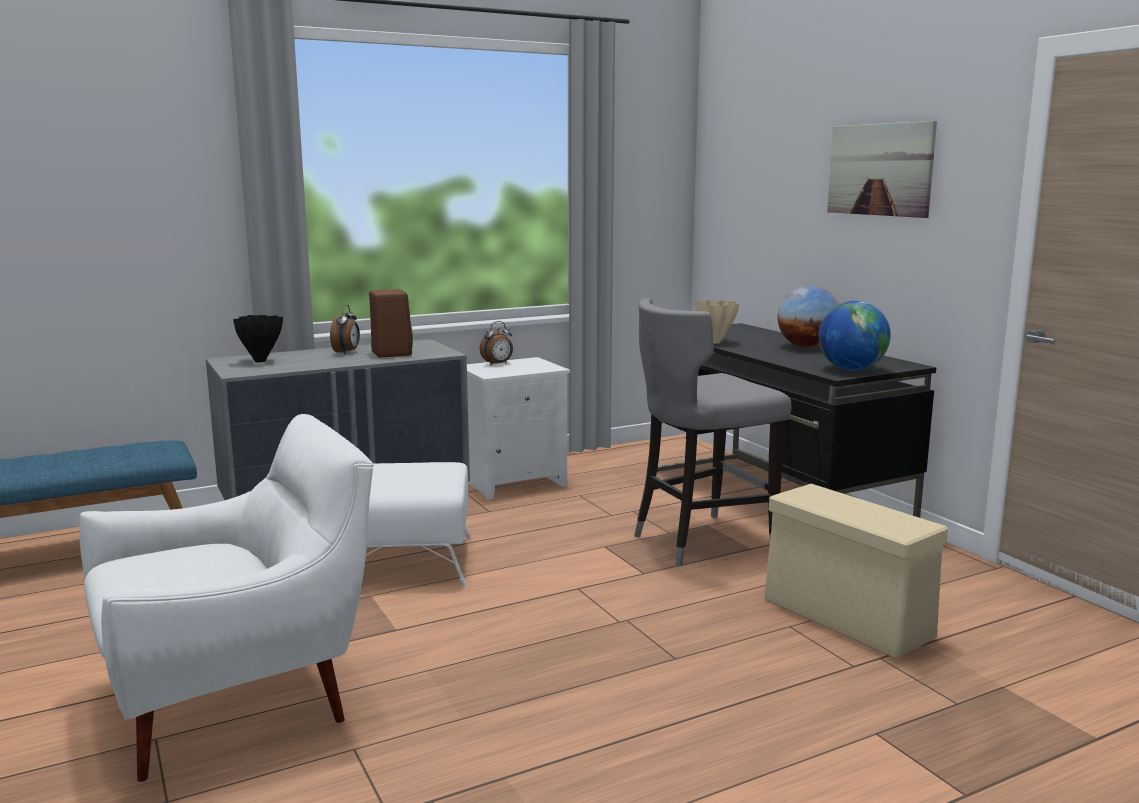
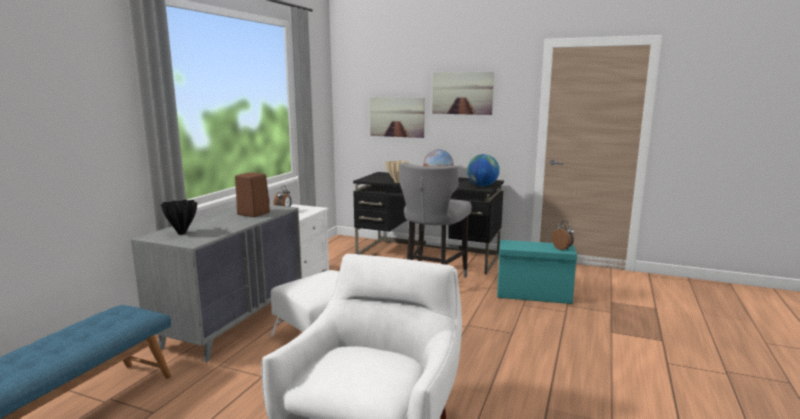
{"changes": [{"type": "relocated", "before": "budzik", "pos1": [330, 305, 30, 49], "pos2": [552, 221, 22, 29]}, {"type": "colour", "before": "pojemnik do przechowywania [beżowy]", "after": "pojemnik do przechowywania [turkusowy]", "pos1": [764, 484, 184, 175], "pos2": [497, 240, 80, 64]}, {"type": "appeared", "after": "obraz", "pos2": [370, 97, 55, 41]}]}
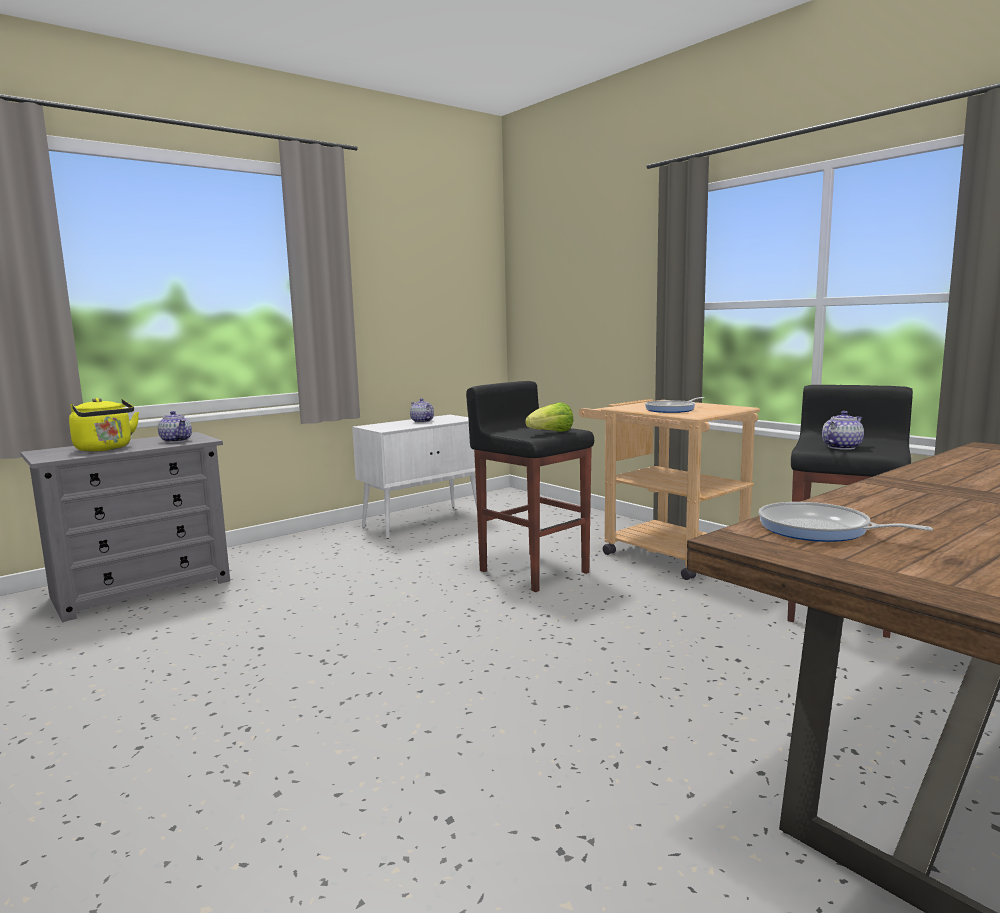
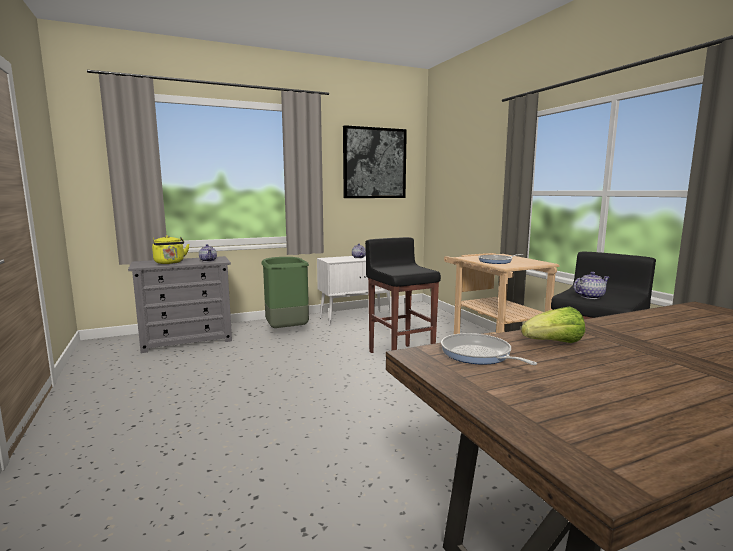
{"changes": [{"type": "relocated", "before": "sałata", "pos1": [525, 402, 48, 30], "pos2": [521, 306, 64, 37]}, {"type": "appeared", "after": "obraz", "pos2": [343, 125, 64, 73]}, {"type": "appeared", "after": "kosz na śmieci [zielony]", "pos2": [261, 257, 48, 71]}]}
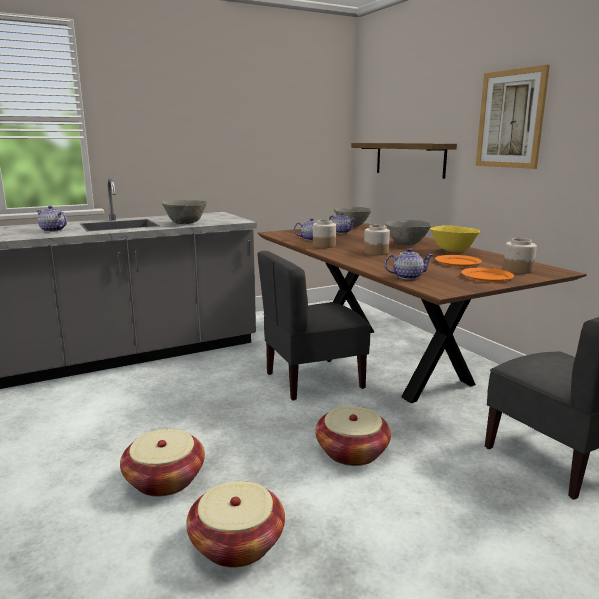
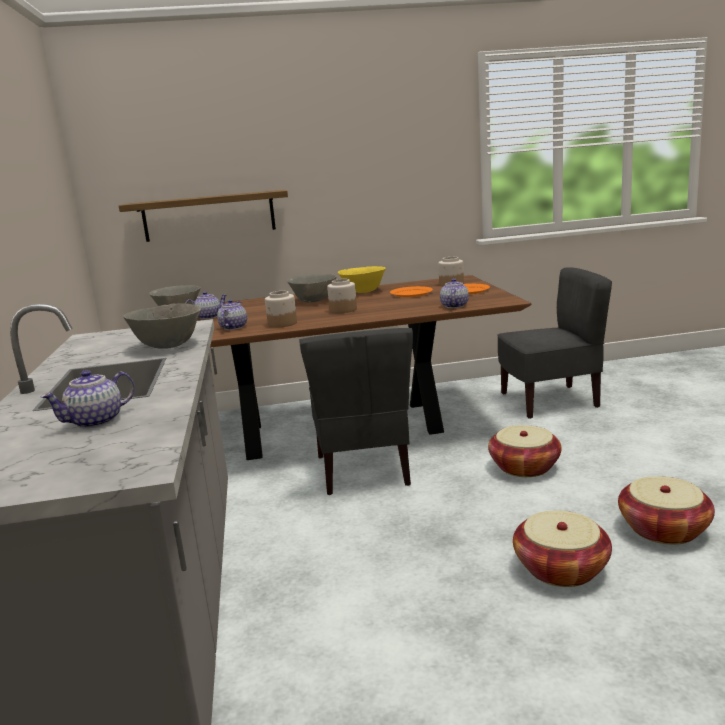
{"changes": [{"type": "missing", "before": "obraz", "pos1": [476, 65, 74, 104]}]}
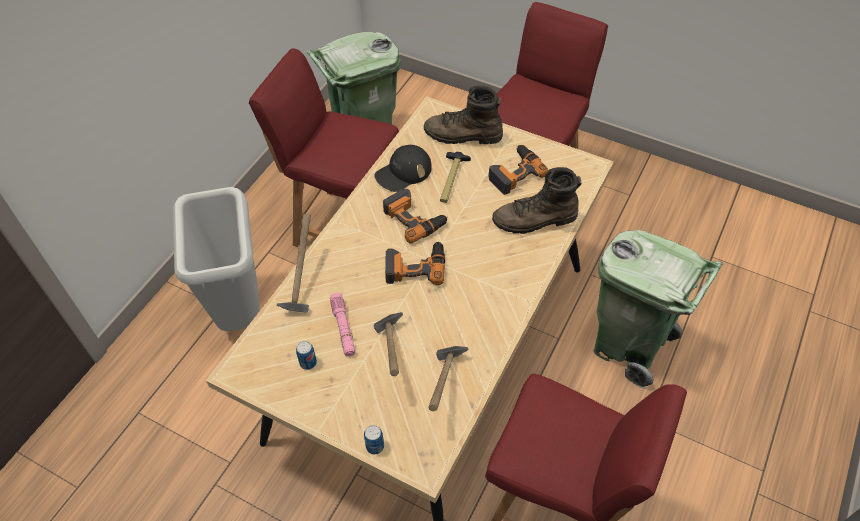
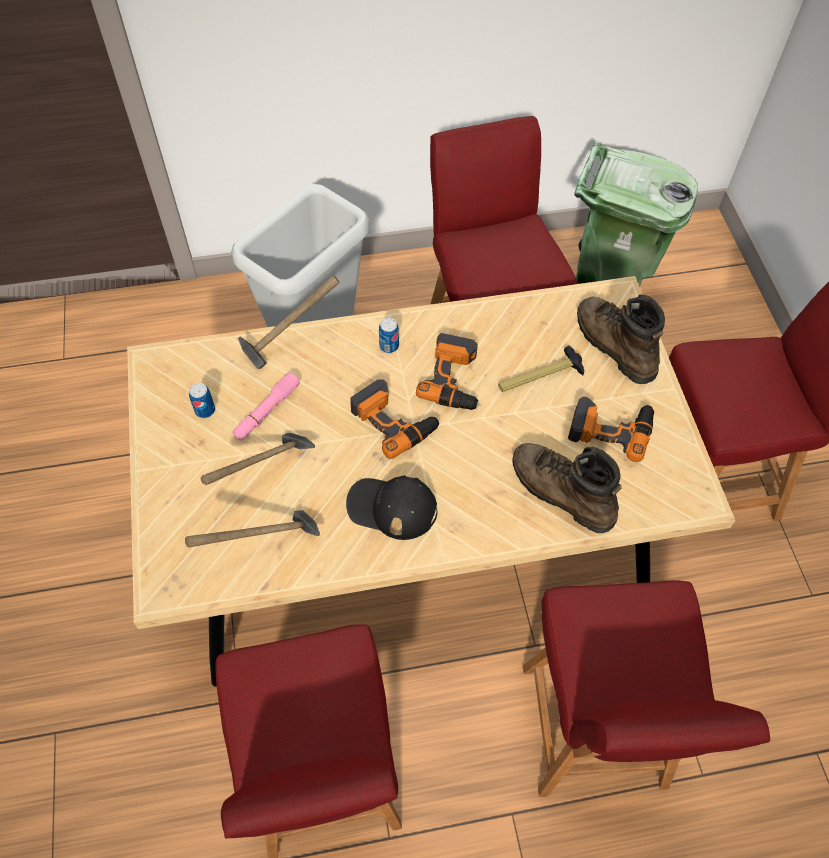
{"changes": [{"type": "relocated", "before": "czapka z daszkiem [czarny]", "pos1": [374, 145, 58, 47], "pos2": [346, 475, 92, 65]}, {"type": "exchanged", "before": "kosz na śmieci [zielony]", "after": "krzesło [czerwony]", "pos1": [593, 230, 130, 159], "pos2": [523, 580, 247, 217]}, {"type": "relocated", "before": "puszka", "pos1": [364, 425, 20, 29], "pos2": [379, 318, 20, 35]}]}
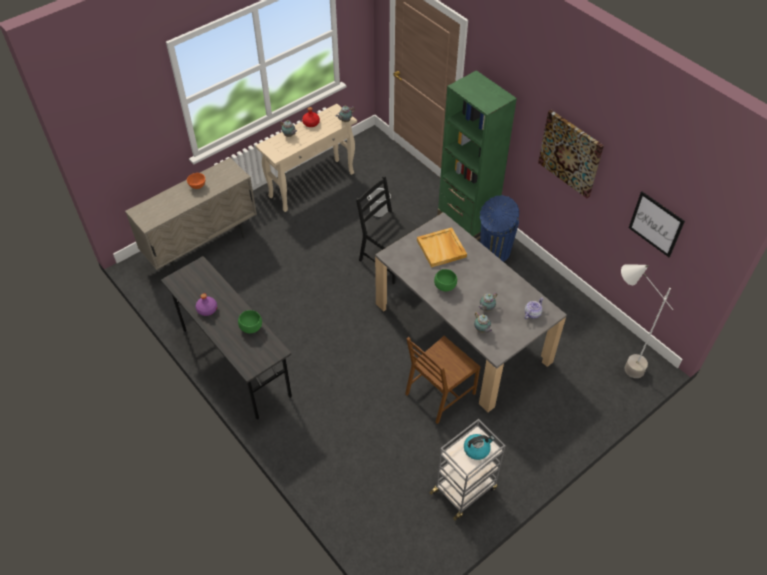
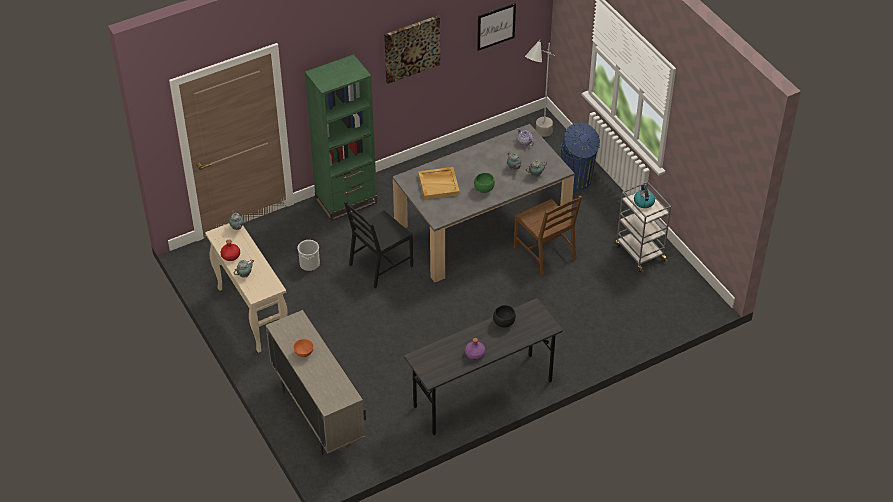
{"changes": [{"type": "relocated", "before": "kosz na śmieci [niebieski]", "pos1": [480, 195, 39, 67], "pos2": [561, 122, 39, 68]}, {"type": "colour", "before": "miska [zielony]", "after": "miska [czarny]", "pos1": [238, 310, 24, 23], "pos2": [493, 305, 23, 23]}]}
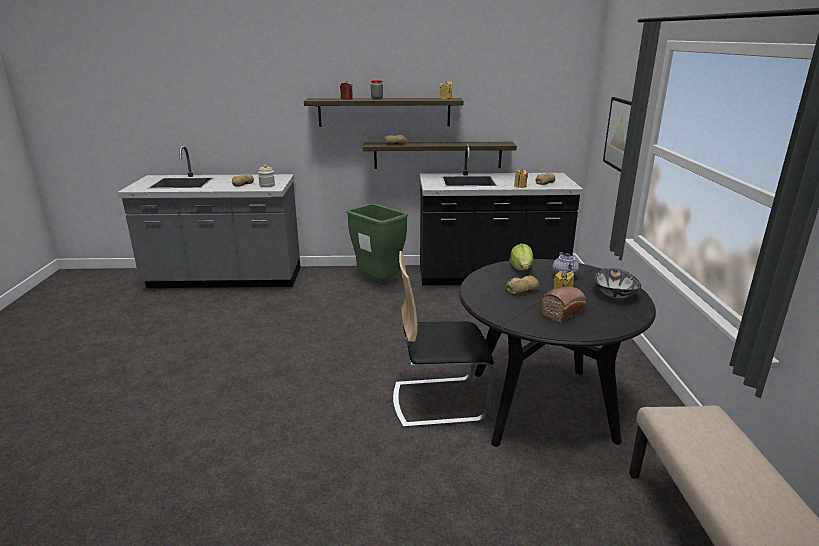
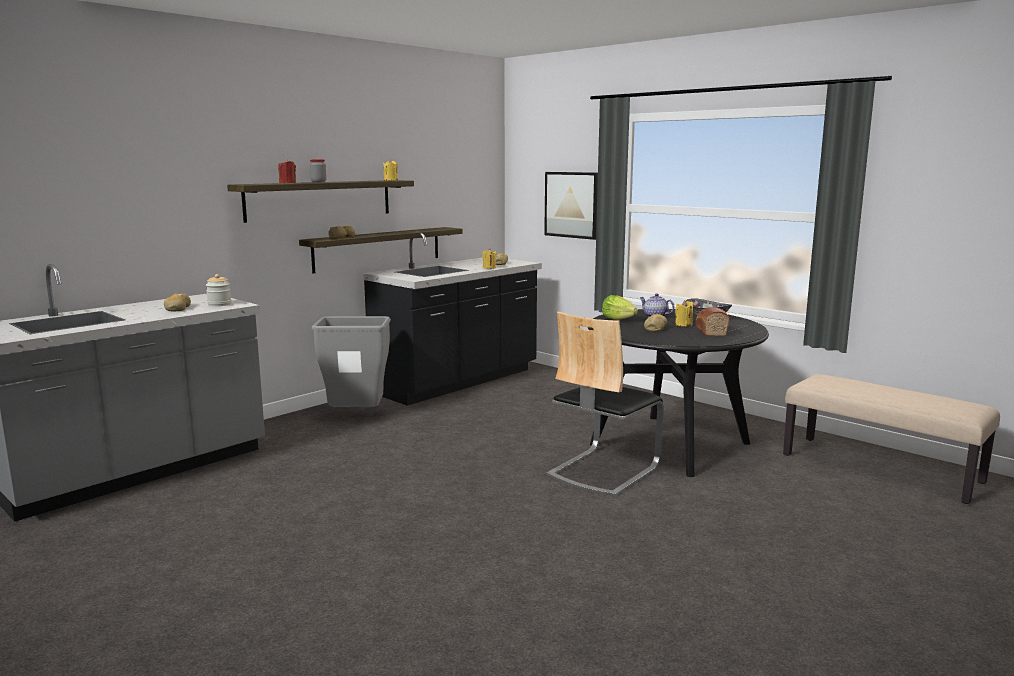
{"changes": [{"type": "colour", "before": "kosz na śmieci [zielony]", "after": "kosz na śmieci [szary]", "pos1": [346, 203, 62, 77], "pos2": [312, 316, 79, 91]}]}
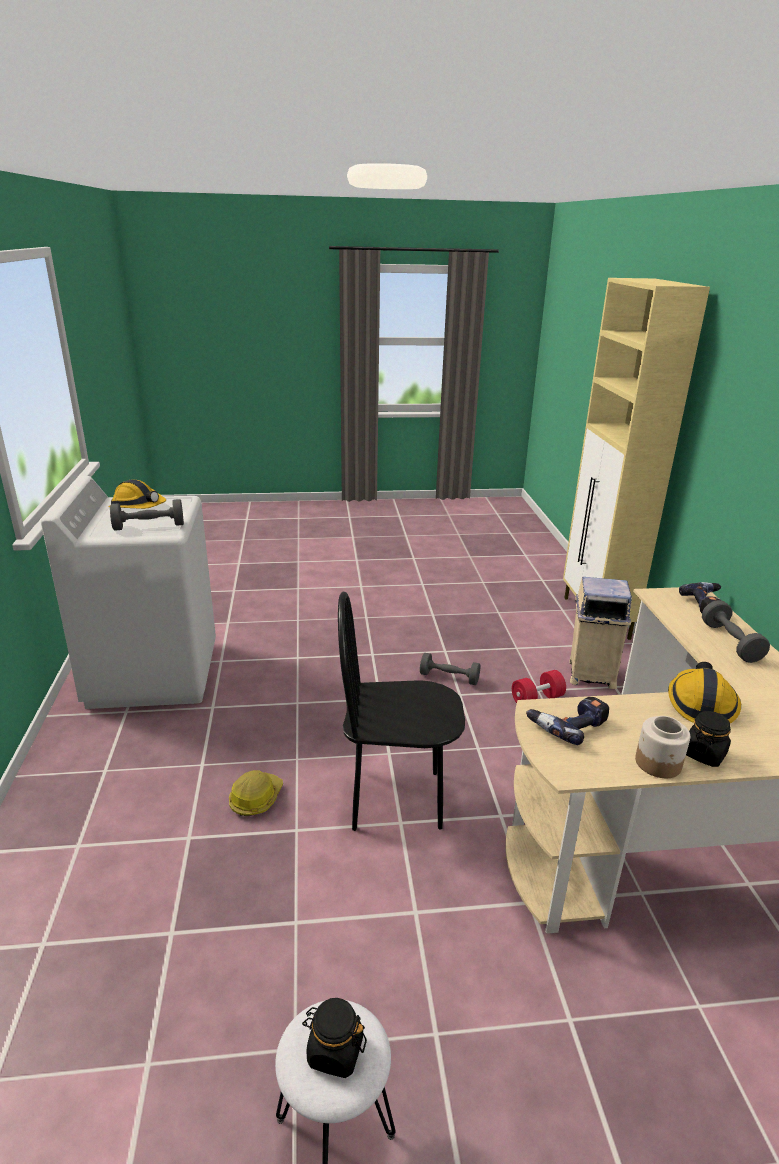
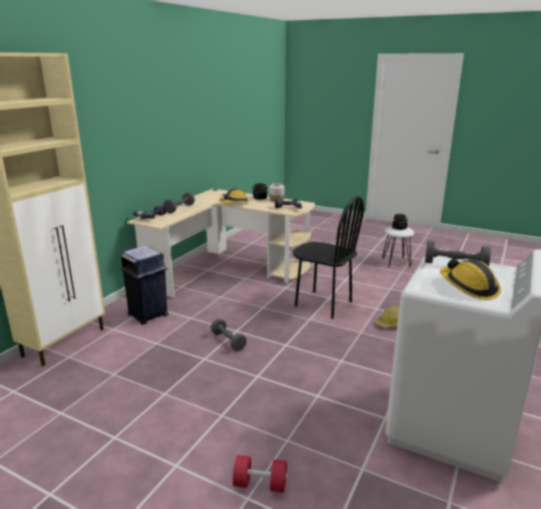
{"changes": [{"type": "colour", "before": "kosz na śmieci [beżowy]", "after": "kosz na śmieci [niebieski]", "pos1": [569, 577, 63, 112], "pos2": [120, 246, 48, 79]}, {"type": "relocated", "before": "hantel [czerwony]", "pos1": [512, 670, 54, 33], "pos2": [233, 455, 55, 38]}]}
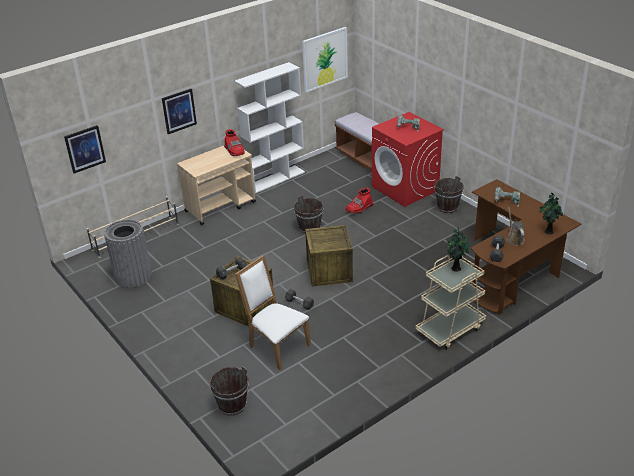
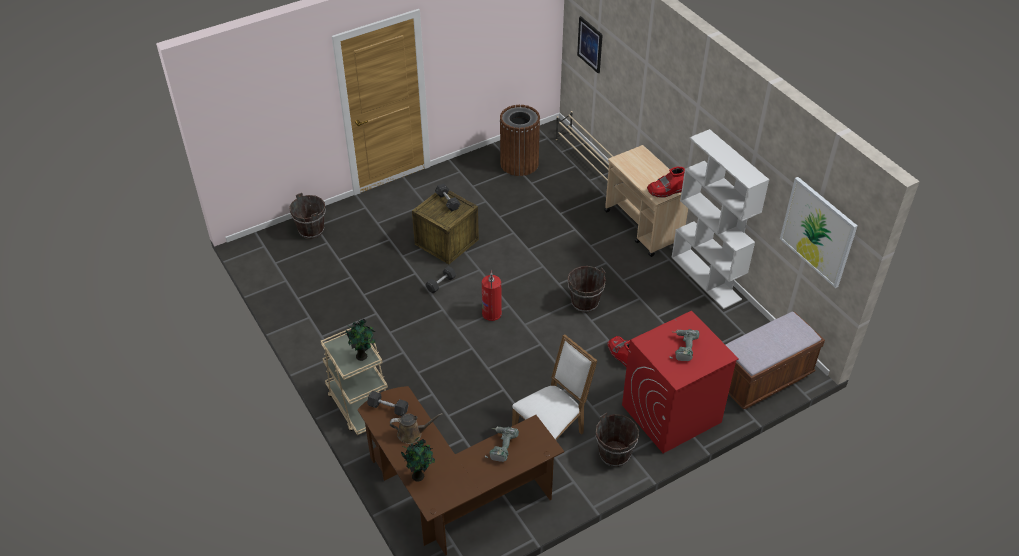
{"changes": [{"type": "missing", "before": "obraz", "pos1": [162, 89, 35, 45]}, {"type": "colour", "before": "kosz na śmieci [szary]", "after": "kosz na śmieci [brązowy]", "pos1": [104, 219, 48, 69], "pos2": [500, 105, 40, 71]}, {"type": "exchanged", "before": "skrzynka", "after": "gaśnica", "pos1": [305, 225, 48, 62], "pos2": [482, 270, 20, 51]}, {"type": "relocated", "before": "krzesło [biały]", "pos1": [235, 255, 76, 115], "pos2": [512, 334, 85, 106]}]}
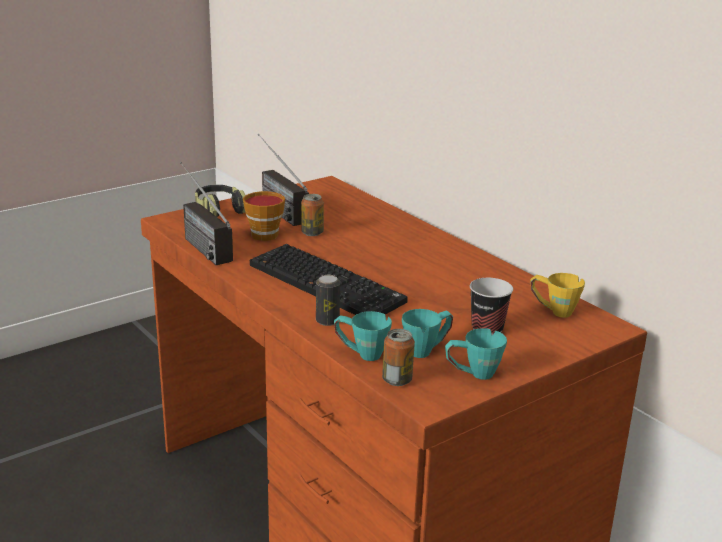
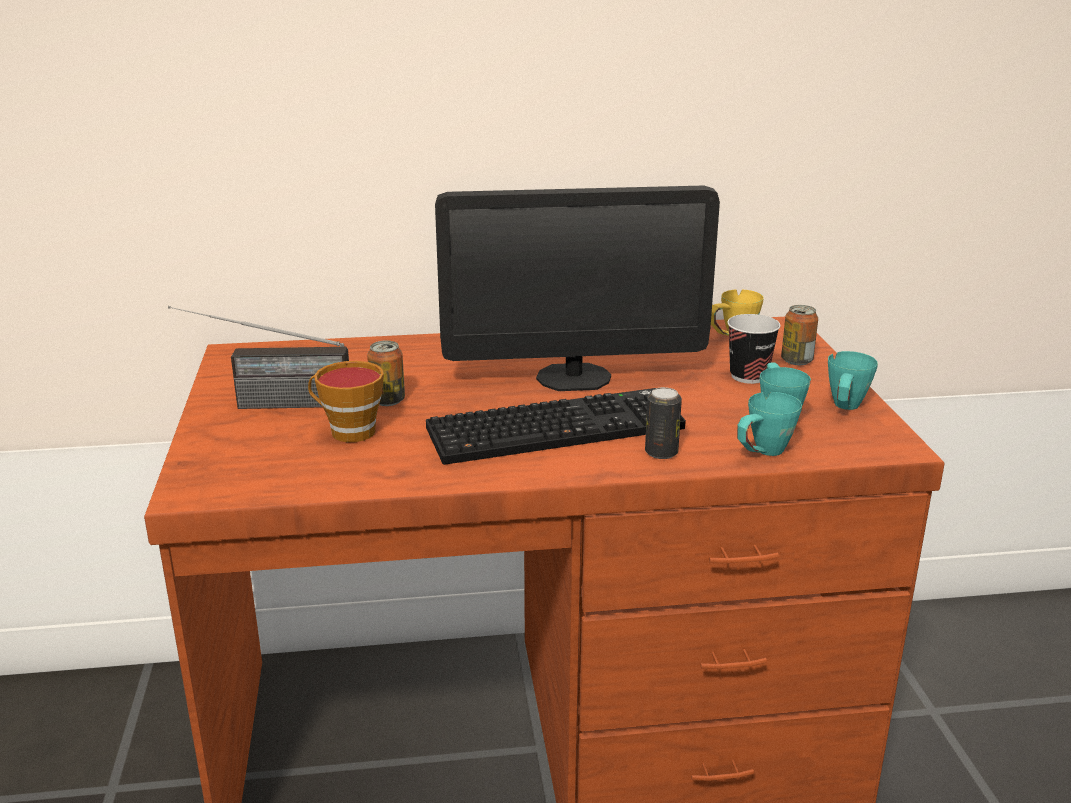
{"changes": [{"type": "missing", "before": "radio", "pos1": [180, 162, 53, 103]}, {"type": "missing", "before": "słuchawki", "pos1": [195, 185, 51, 32]}, {"type": "relocated", "before": "puszka", "pos1": [382, 329, 33, 57], "pos2": [781, 305, 37, 60]}, {"type": "appeared", "after": "monitor", "pos2": [435, 186, 285, 205]}]}
